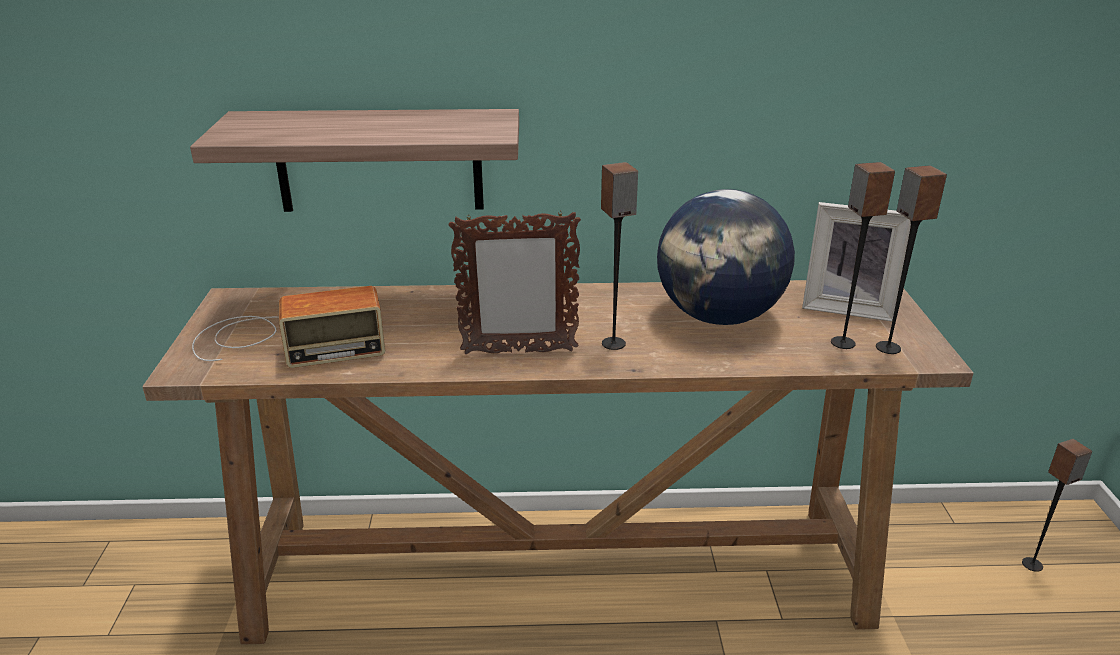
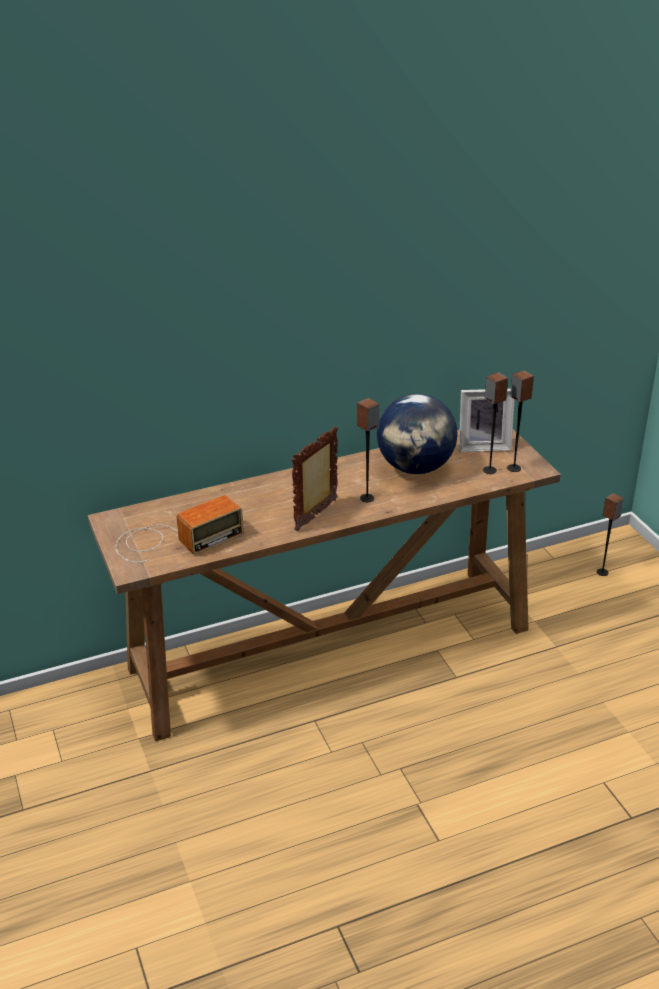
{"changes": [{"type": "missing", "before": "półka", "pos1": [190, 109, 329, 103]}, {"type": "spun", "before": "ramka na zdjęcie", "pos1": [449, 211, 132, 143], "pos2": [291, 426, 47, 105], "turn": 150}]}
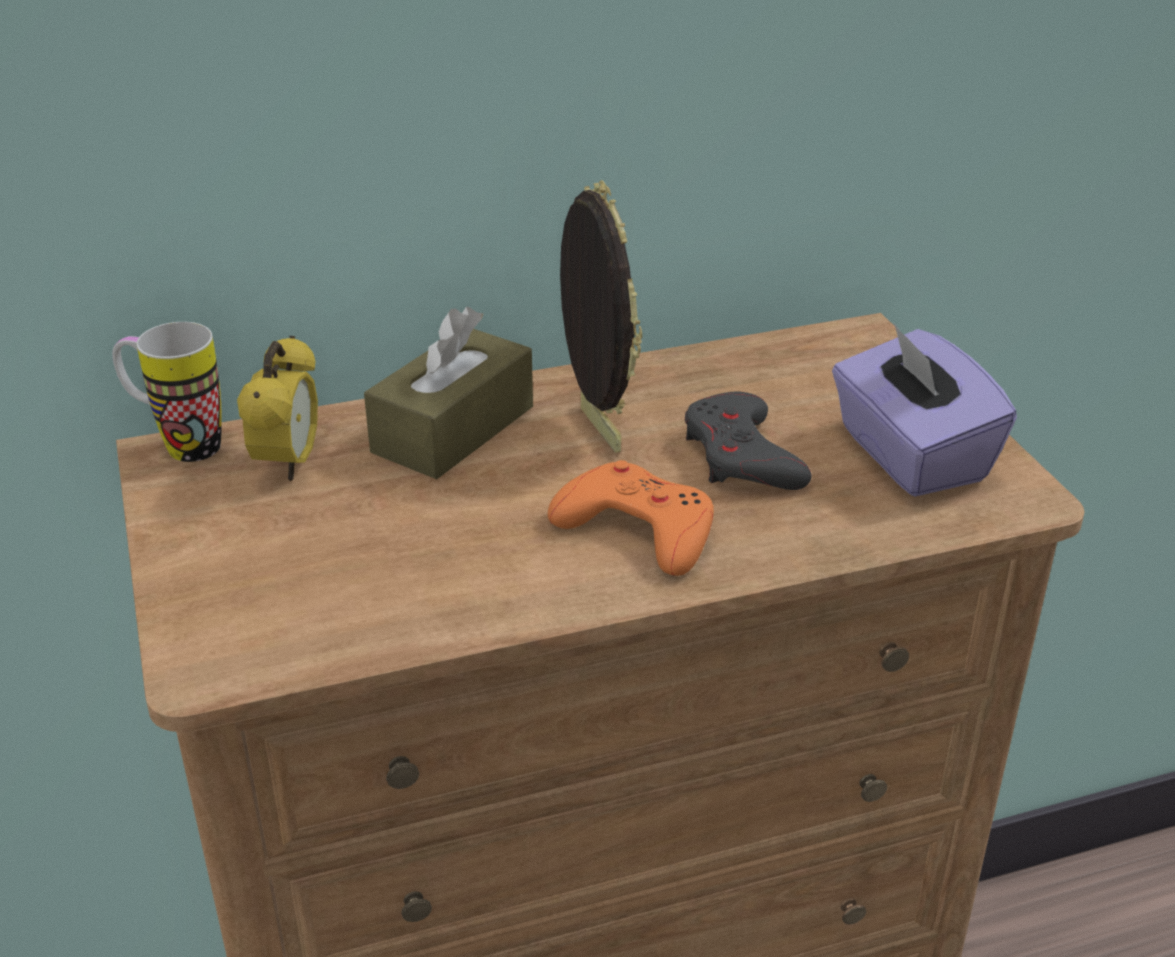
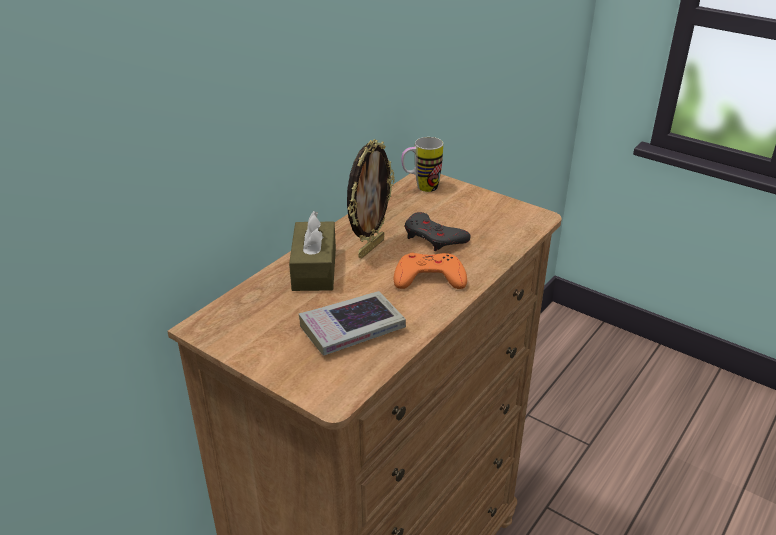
{"changes": [{"type": "spun", "before": "ramka na zdjęcie", "pos1": [560, 180, 82, 273], "pos2": [347, 139, 48, 120], "turn": 90}, {"type": "relocated", "before": "kubek", "pos1": [112, 322, 110, 140], "pos2": [401, 137, 42, 55]}, {"type": "missing", "before": "pudełko chusteczek [fioletowy]", "pos1": [832, 323, 185, 174]}, {"type": "missing", "before": "budzik", "pos1": [237, 336, 81, 146]}, {"type": "appeared", "after": "książka", "pos2": [299, 291, 107, 65]}]}
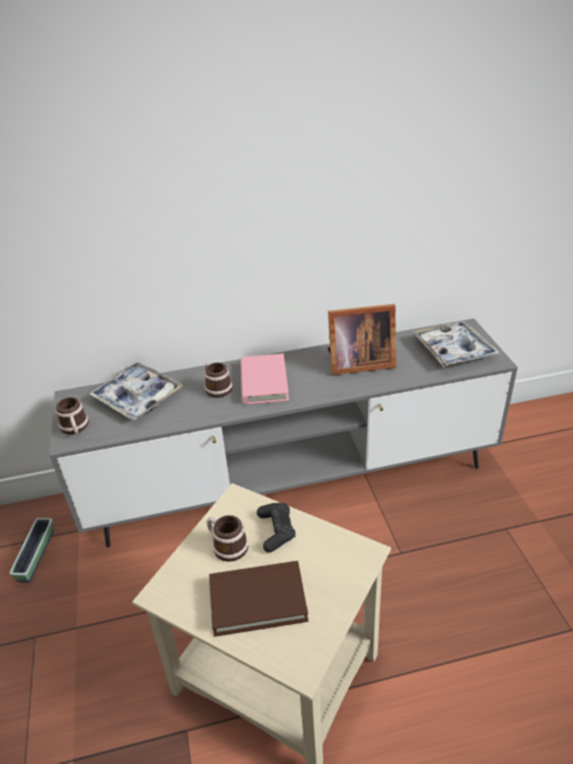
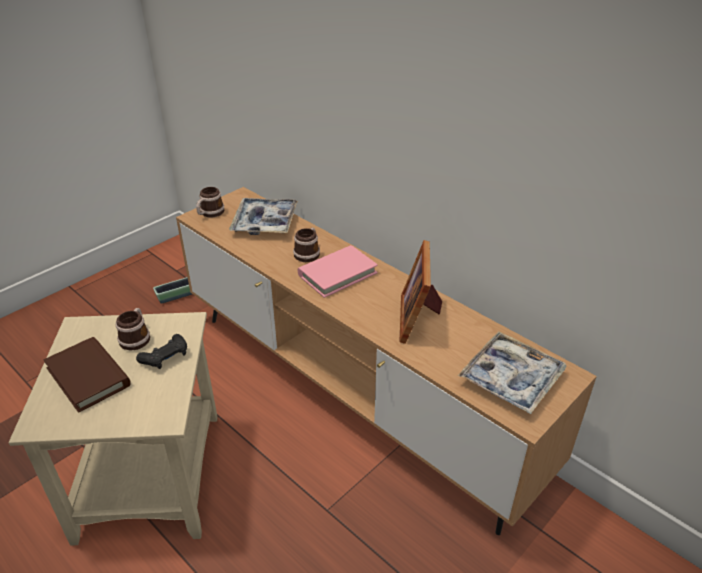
{"changes": [{"type": "spun", "before": "ramka na zdjęcie", "pos1": [328, 304, 68, 71], "pos2": [399, 240, 43, 104], "turn": 45}, {"type": "colour", "before": "szafka pod telewizor [szary]", "after": "szafka pod telewizor [brązowy]", "pos1": [50, 319, 468, 228], "pos2": [176, 187, 421, 348]}]}
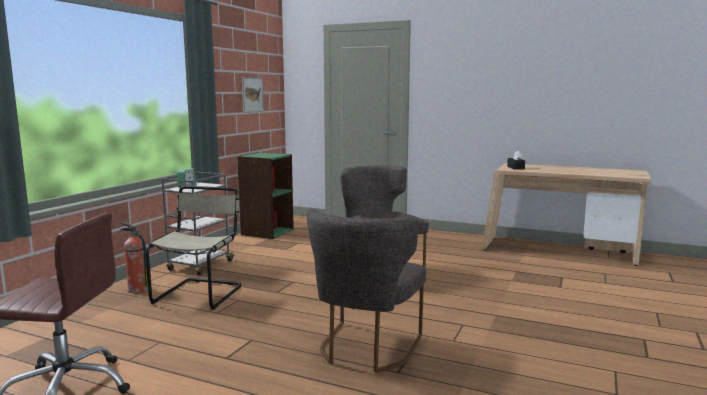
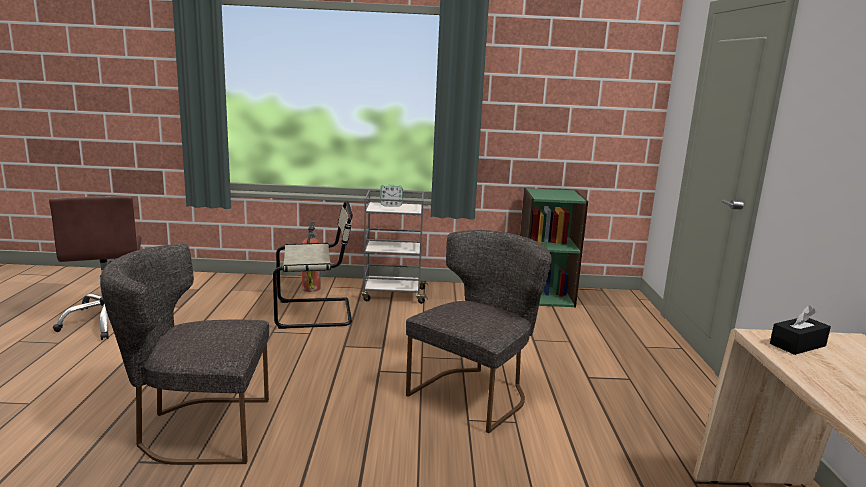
{"changes": [{"type": "missing", "before": "obraz", "pos1": [242, 77, 22, 36]}]}
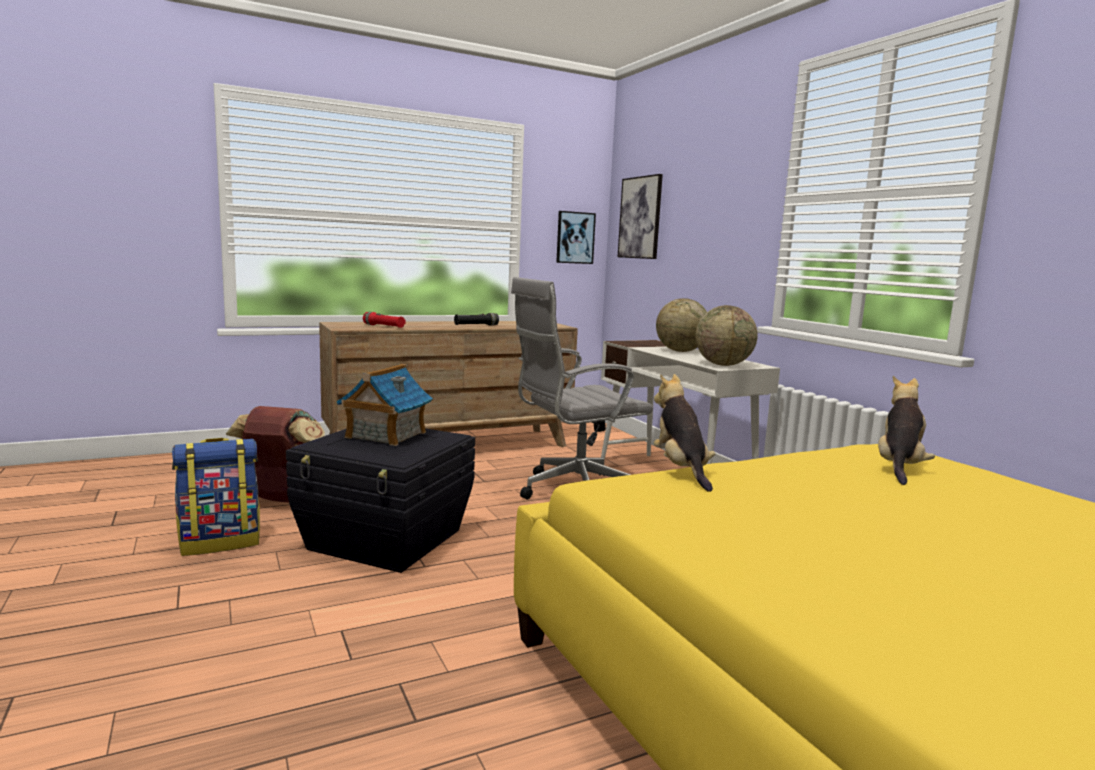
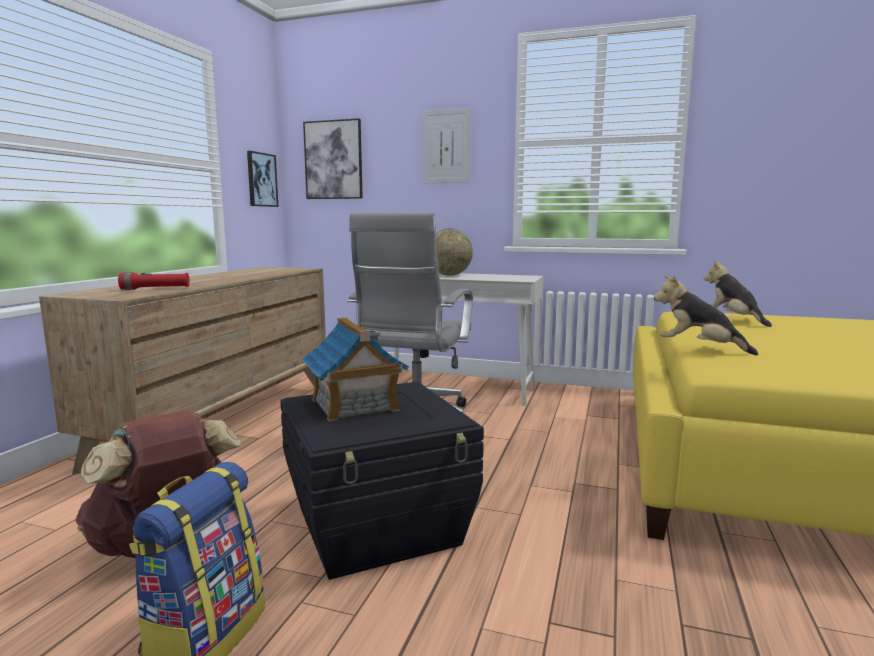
{"changes": [{"type": "missing", "before": "globus", "pos1": [695, 305, 63, 61]}, {"type": "missing", "before": "latarka [czarny]", "pos1": [454, 313, 45, 13]}, {"type": "appeared", "after": "obraz", "pos2": [424, 108, 47, 75]}]}
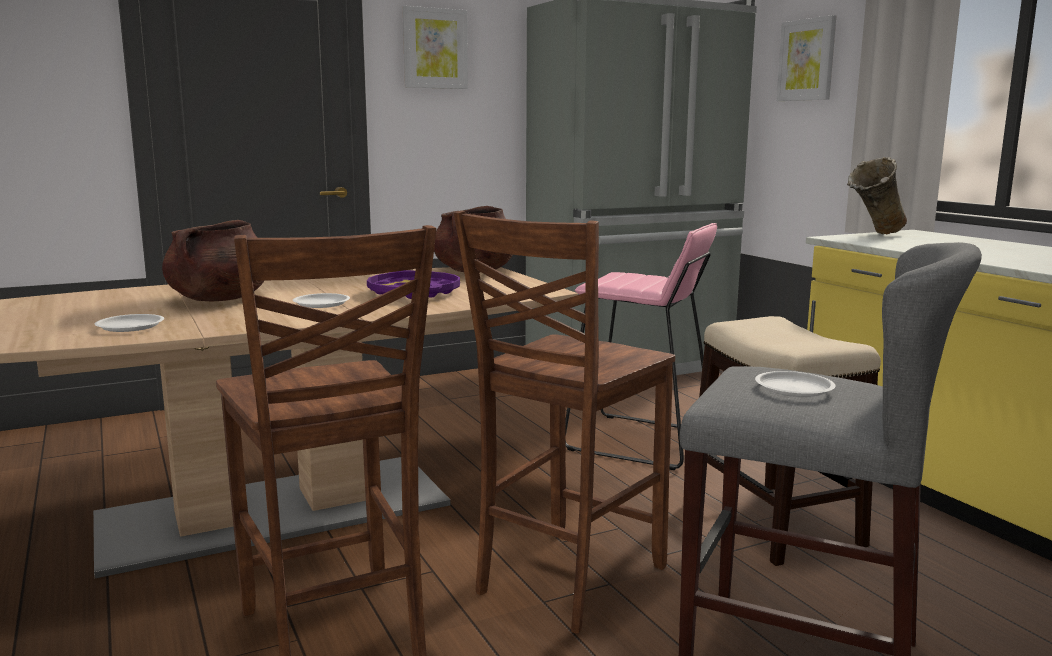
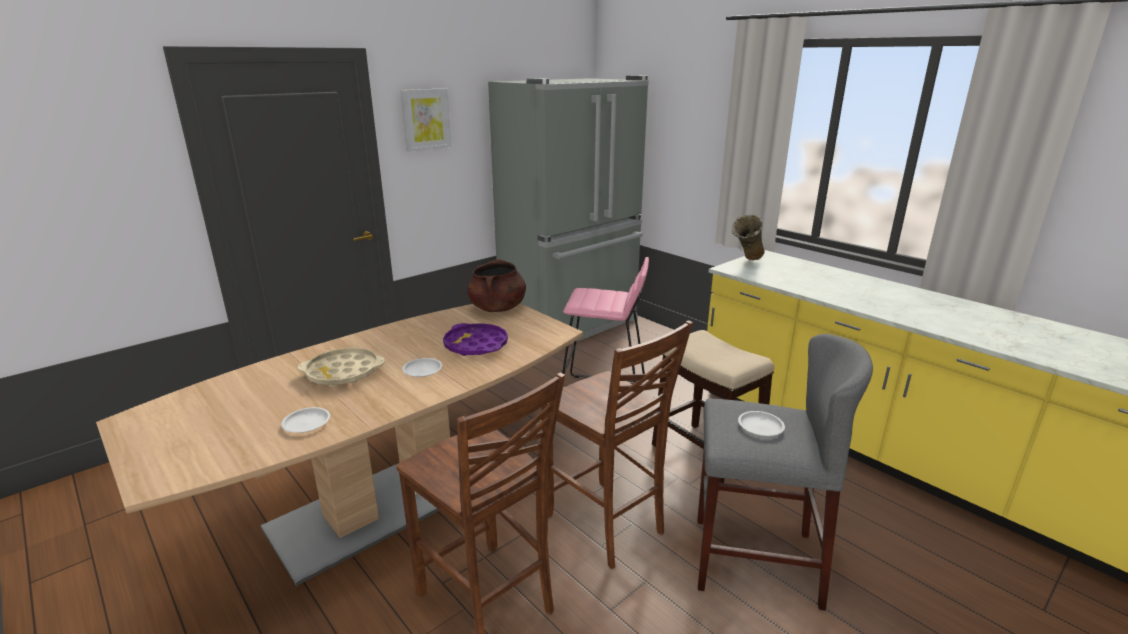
{"changes": [{"type": "missing", "before": "obraz", "pos1": [776, 15, 60, 86]}, {"type": "spun", "before": "krzesło [brązowy]", "pos1": [454, 211, 221, 423], "pos2": [542, 320, 151, 249], "turn": -60}, {"type": "exchanged", "before": "garnek [brązowy]", "after": "taca [beżowy]", "pos1": [162, 220, 103, 81], "pos2": [298, 348, 87, 38]}]}
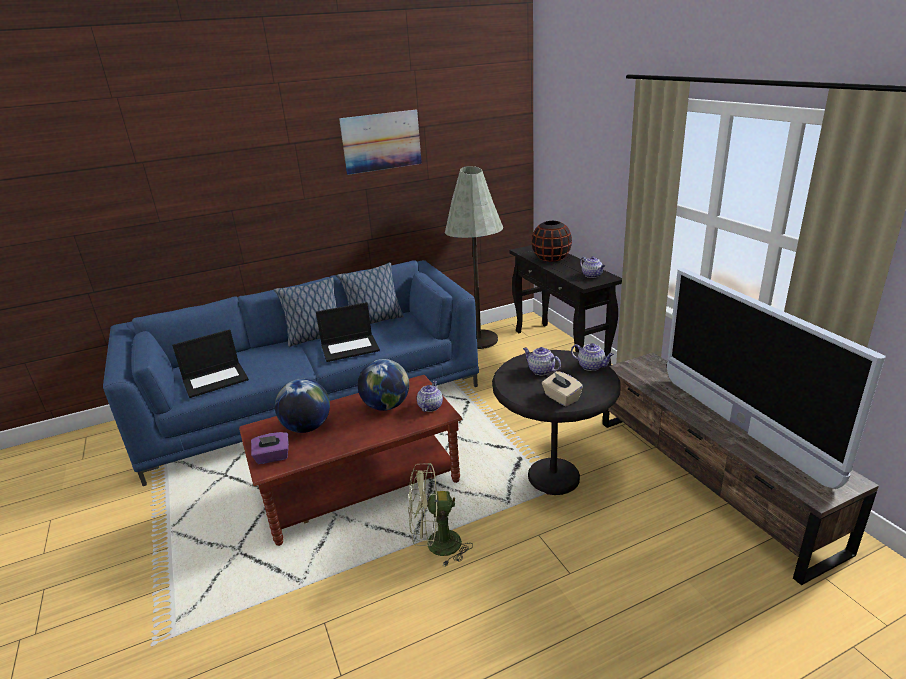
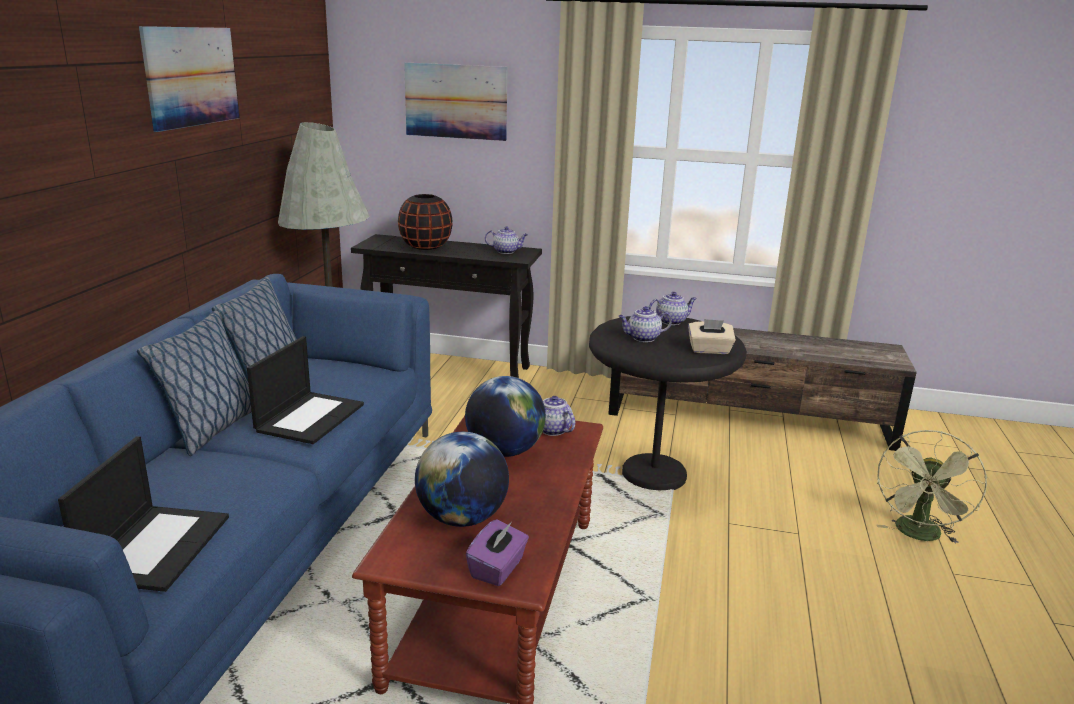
{"changes": [{"type": "missing", "before": "telewizor", "pos1": [667, 268, 218, 221]}, {"type": "relocated", "before": "wentylator [zielony]", "pos1": [408, 463, 65, 103], "pos2": [877, 430, 110, 113]}, {"type": "appeared", "after": "obraz", "pos2": [404, 63, 104, 78]}]}
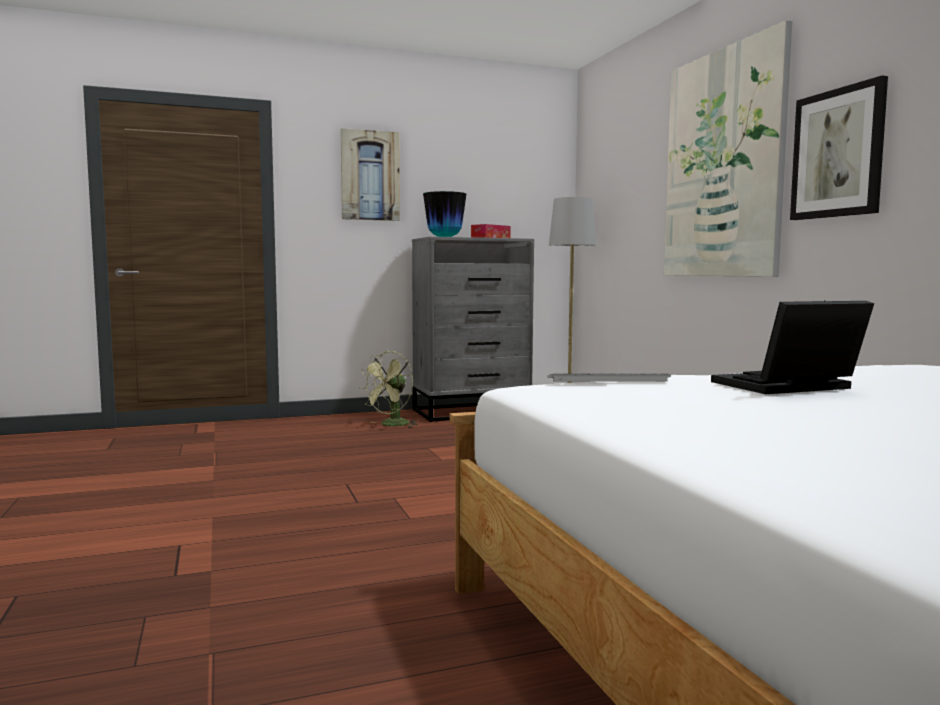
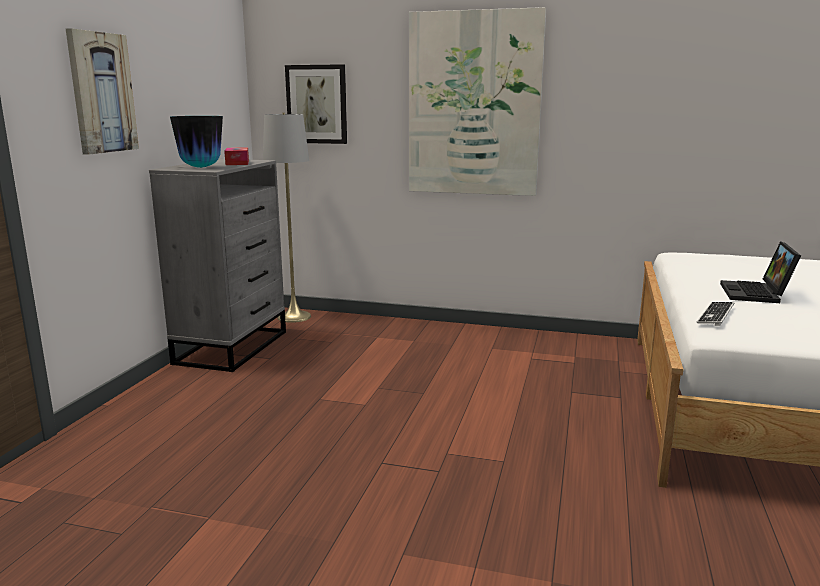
{"changes": [{"type": "relocated", "before": "obraz", "pos1": [790, 76, 98, 144], "pos2": [285, 64, 62, 80]}, {"type": "missing", "before": "wentylator [zielony]", "pos1": [359, 351, 59, 77]}]}
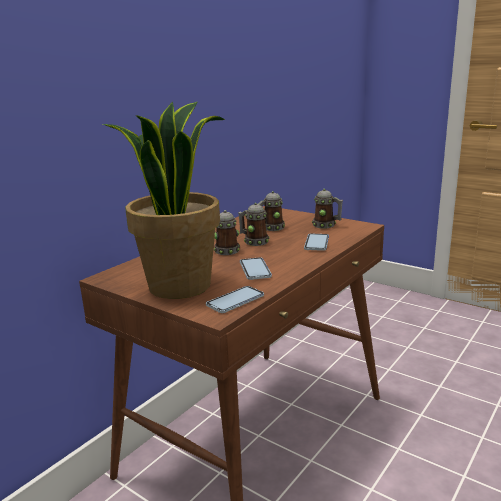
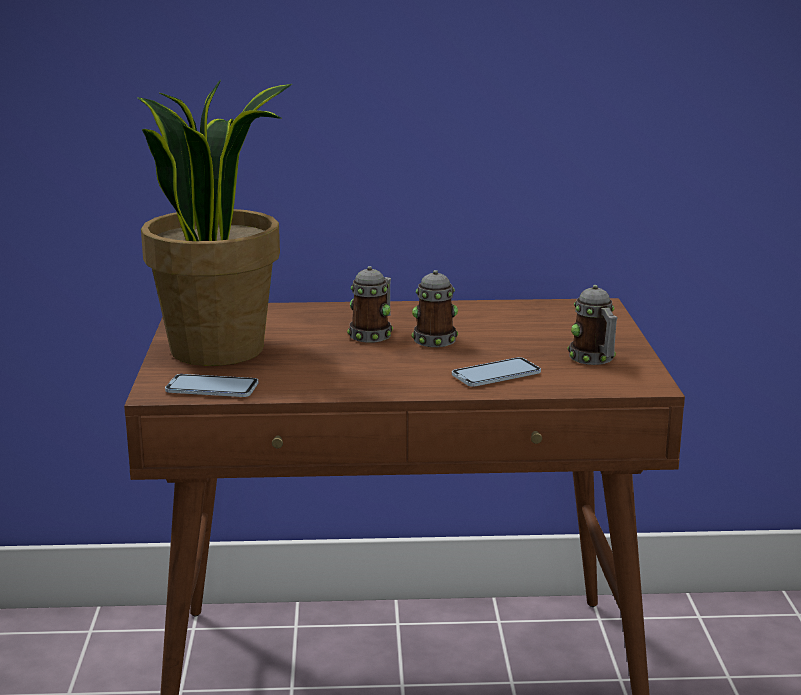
{"changes": [{"type": "missing", "before": "kubek", "pos1": [258, 191, 27, 40]}, {"type": "missing", "before": "telefon", "pos1": [240, 258, 32, 22]}]}
